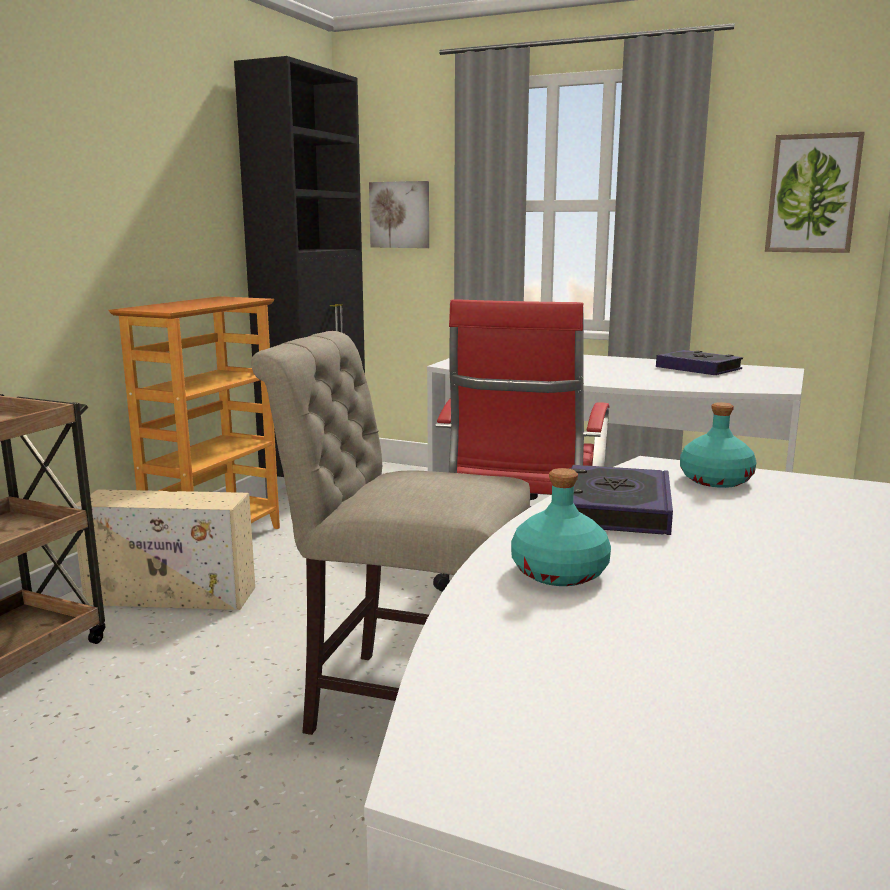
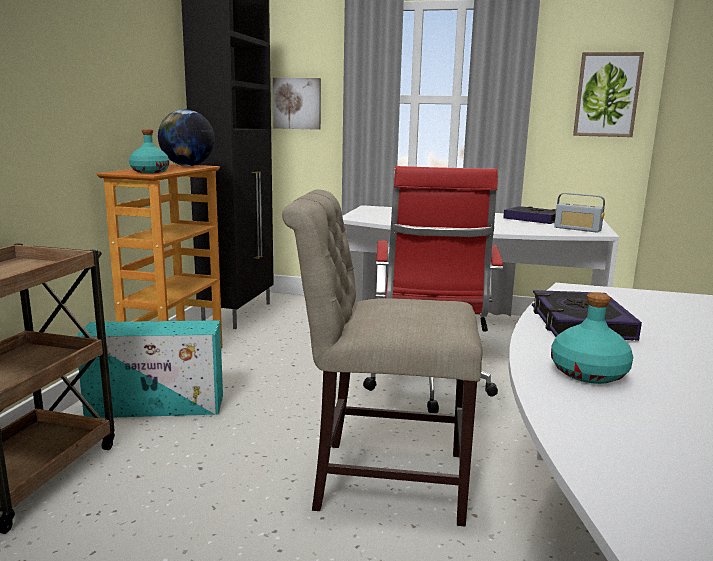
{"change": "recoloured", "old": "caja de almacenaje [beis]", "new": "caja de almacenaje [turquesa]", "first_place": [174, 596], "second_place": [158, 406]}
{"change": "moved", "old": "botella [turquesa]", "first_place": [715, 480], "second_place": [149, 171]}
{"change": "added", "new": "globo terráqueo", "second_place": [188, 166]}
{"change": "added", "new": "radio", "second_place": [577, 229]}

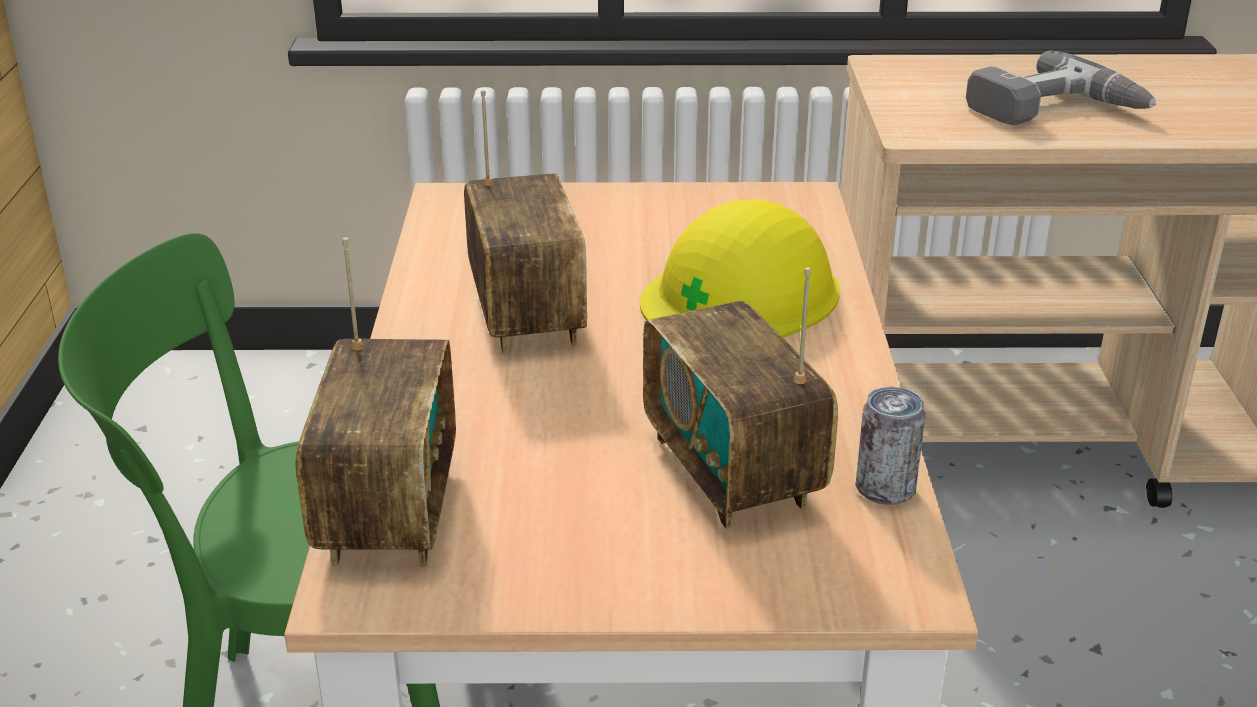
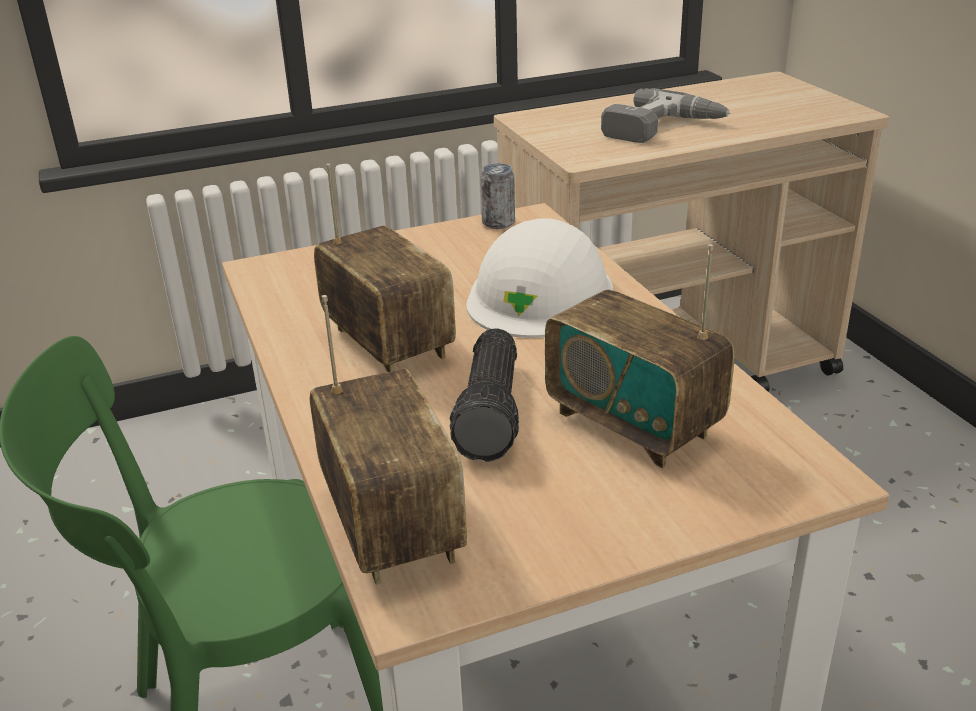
{"change": "recoloured", "old": "casco [amarillo]", "new": "casco [blanco]", "first_place": [741, 295], "second_place": [540, 294]}
{"change": "moved", "old": "lata", "first_place": [885, 489], "second_place": [498, 223]}
{"change": "added", "new": "linterna", "second_place": [493, 412]}

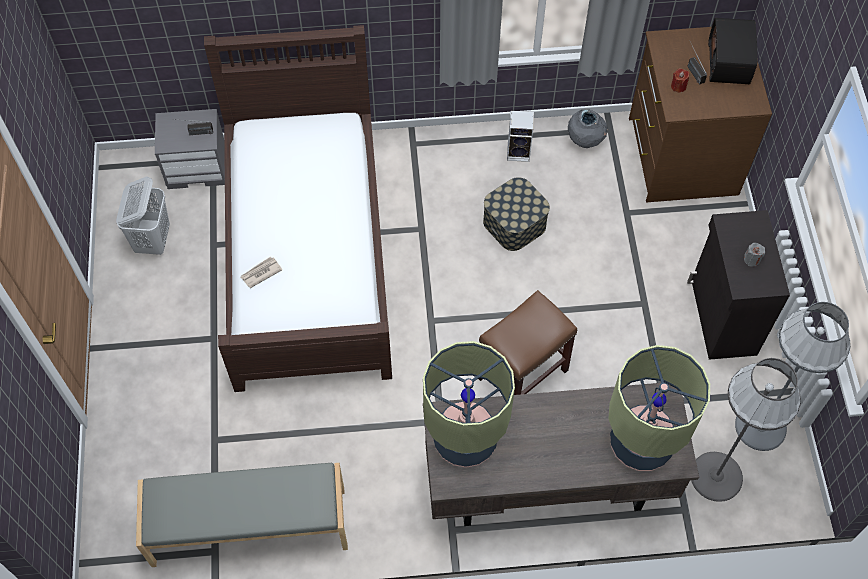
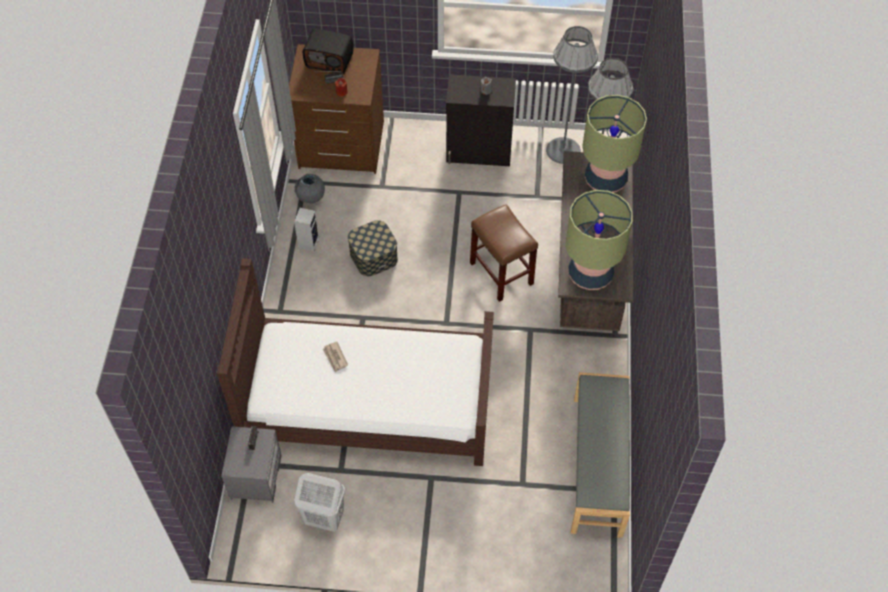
{"change": "moved", "old": "periódico", "first_place": [260, 273], "second_place": [335, 357]}

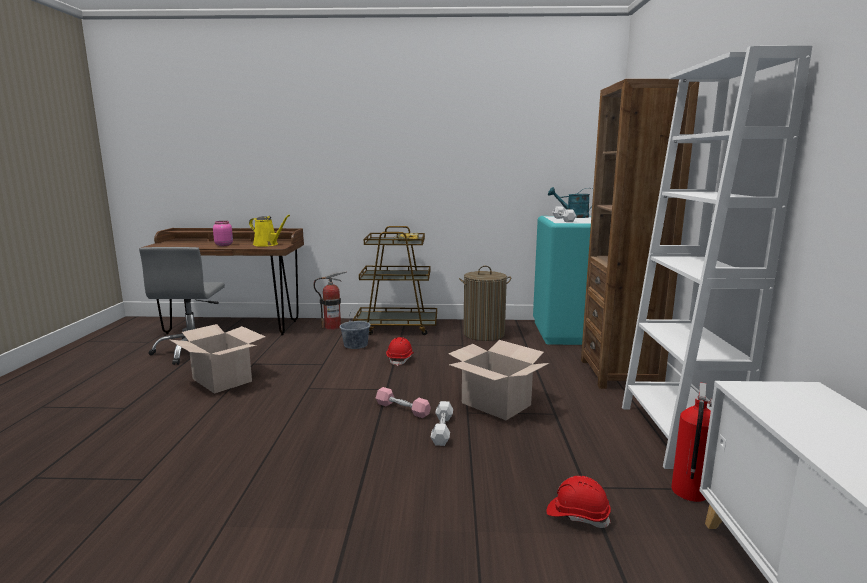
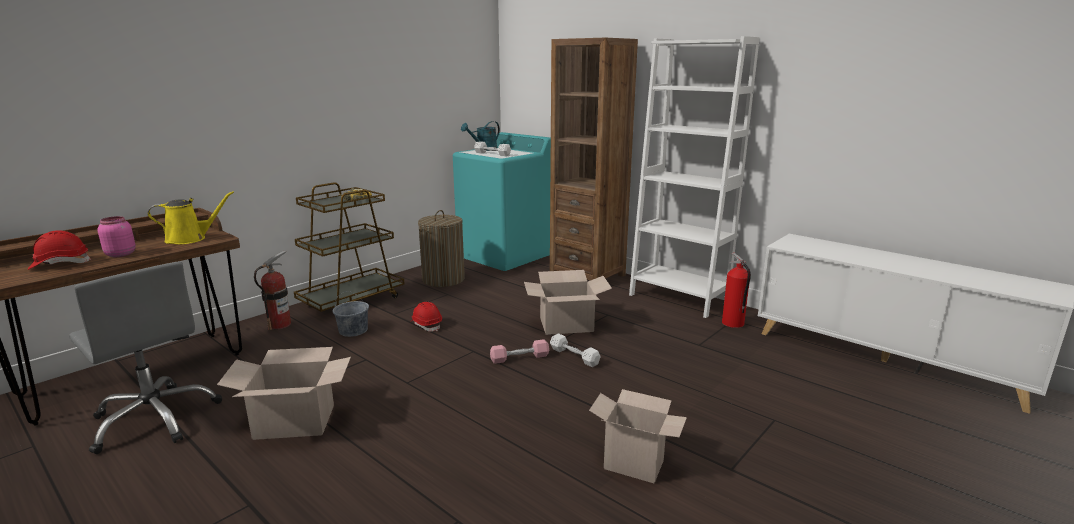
{"change": "moved", "old": "casco [rojo]", "first_place": [577, 515], "second_place": [60, 264]}
{"change": "added", "new": "caja de cartón", "second_place": [636, 464]}

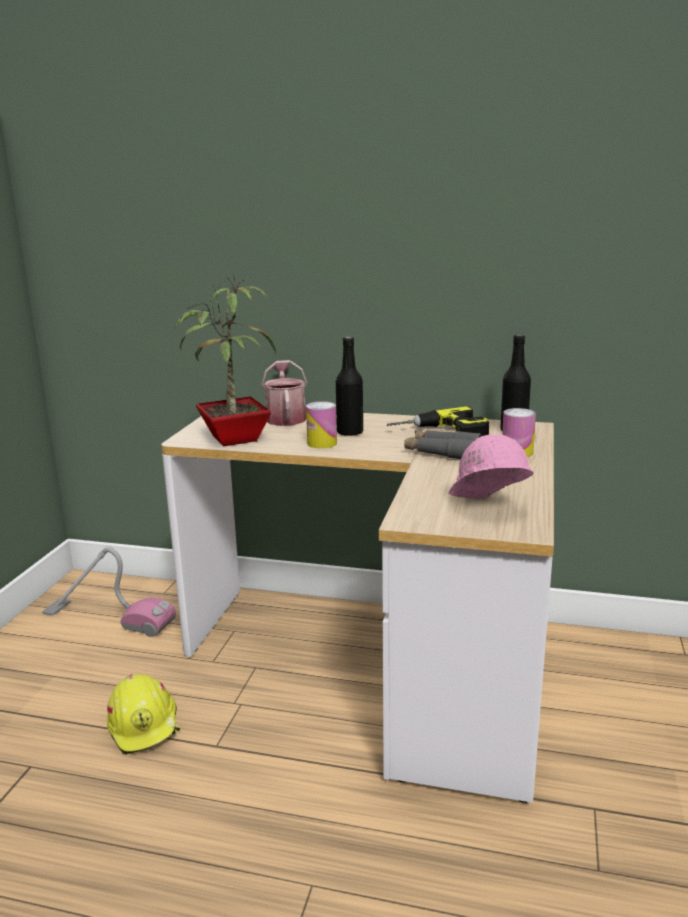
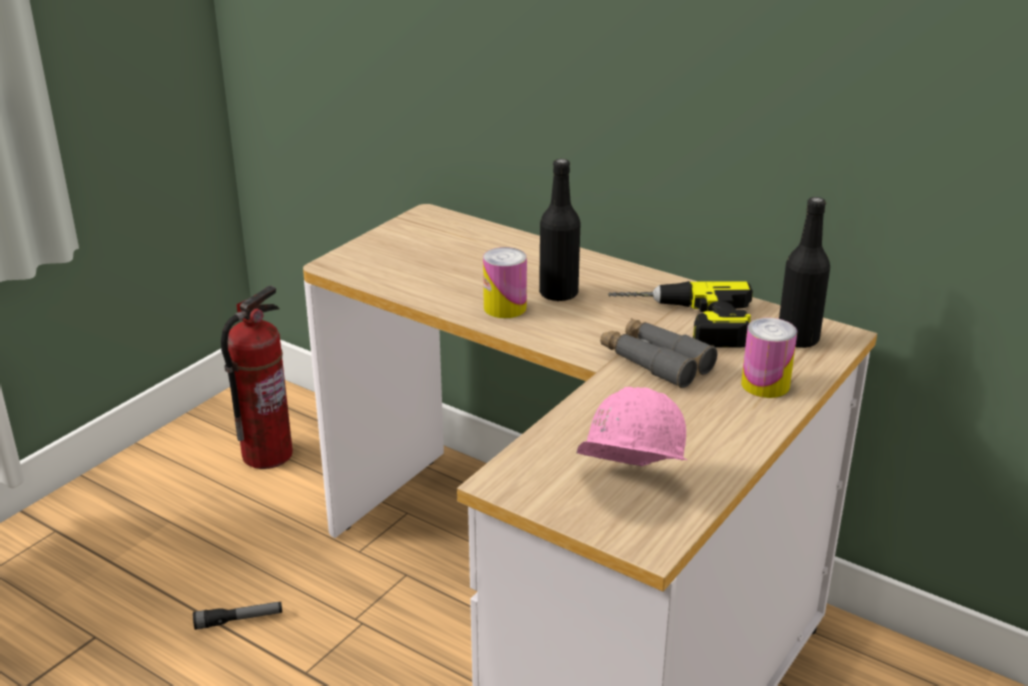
{"change": "replaced", "old": "aspiradora", "new": "extintor", "first_place": [108, 618], "second_place": [267, 454]}
{"change": "replaced", "old": "casco [amarillo]", "new": "linterna", "first_place": [145, 725], "second_place": [239, 620]}
{"change": "removed", "old": "planta en maceta", "first_place": [231, 439]}
{"change": "removed", "old": "regadera", "first_place": [285, 417]}

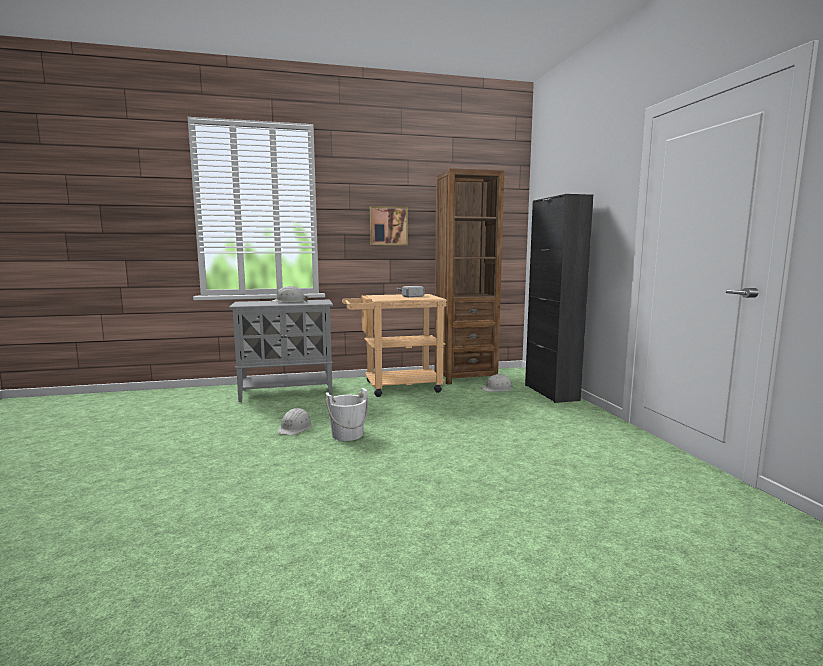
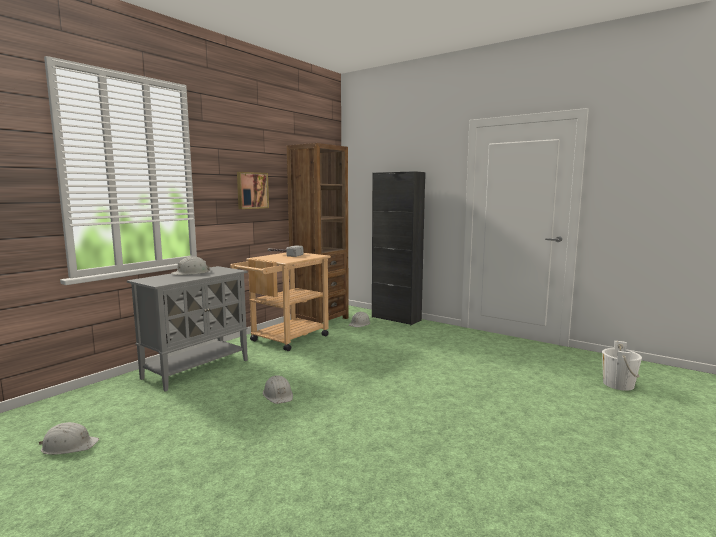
{"change": "moved", "old": "cubo [blanco]", "first_place": [347, 435], "second_place": [618, 384]}
{"change": "added", "new": "casco [blanco]", "second_place": [69, 445]}

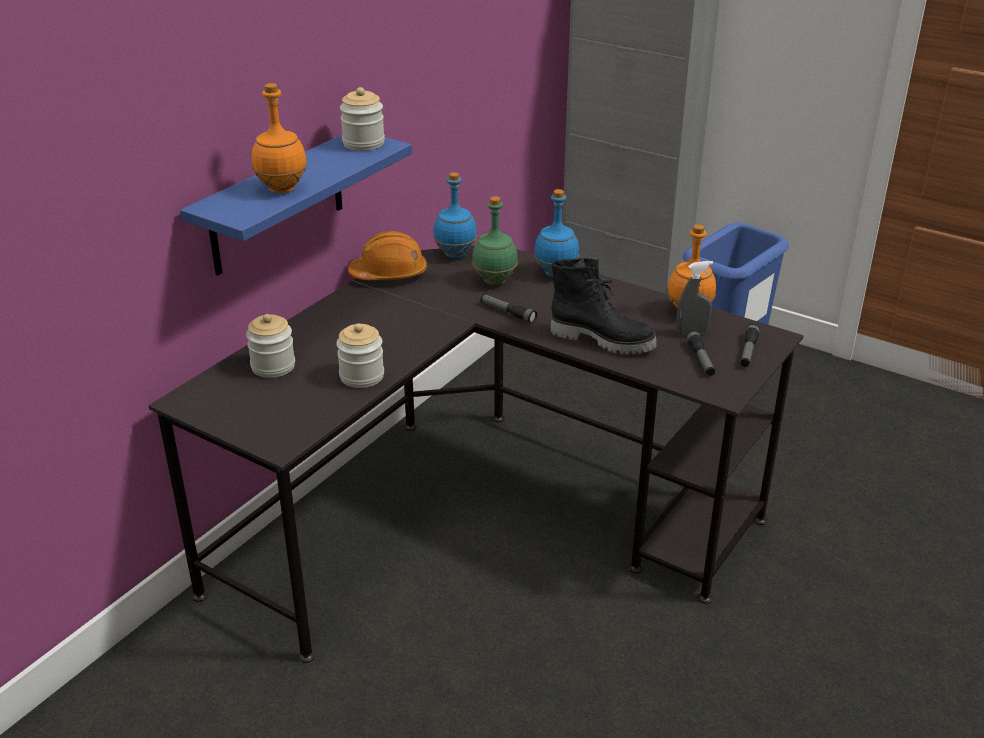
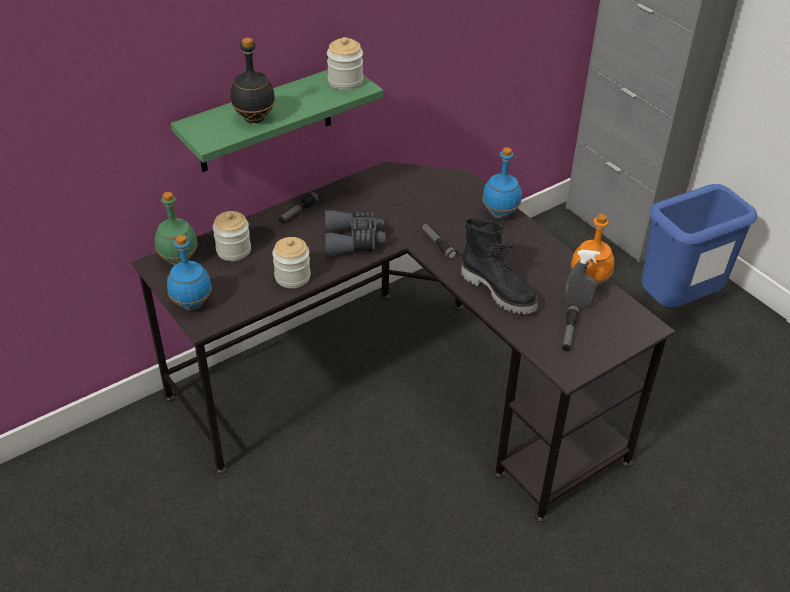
{"change": "recoloured", "old": "estante [azul]", "new": "estante [verde]", "first_place": [277, 203], "second_place": [265, 119]}
{"change": "recoloured", "old": "botella [naranja]", "new": "botella [negro]", "first_place": [283, 189], "second_place": [255, 118]}
{"change": "removed", "old": "casco [naranja]", "first_place": [389, 274]}
{"change": "moved", "old": "botella [azul]", "first_place": [456, 254], "second_place": [192, 304]}
{"change": "moved", "old": "botella [verde]", "first_place": [495, 281], "second_place": [179, 260]}
{"change": "moved", "old": "linterna", "first_place": [748, 351], "second_place": [298, 212]}
{"change": "added", "new": "prismáticos [gris]", "second_place": [354, 240]}

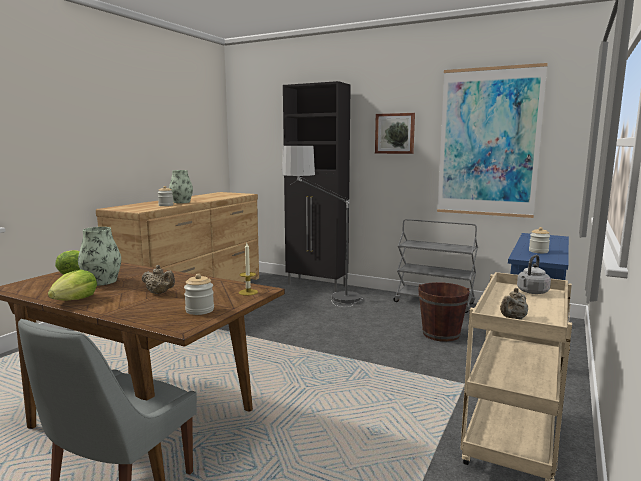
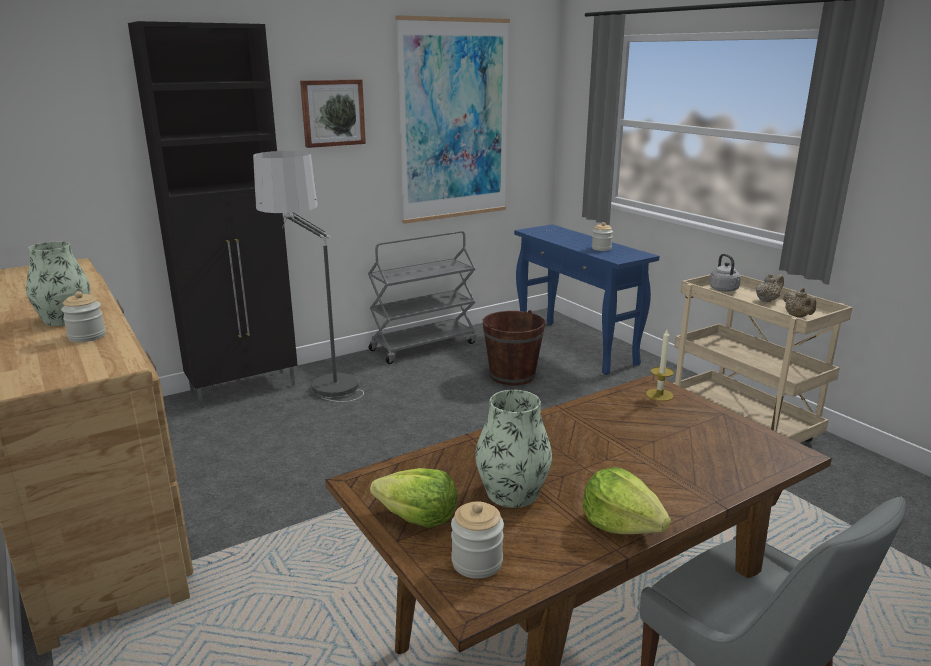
{"change": "moved", "old": "tetera [beis]", "first_place": [159, 293], "second_place": [767, 300]}
{"change": "moved", "old": "tarro", "first_place": [200, 310], "second_place": [477, 562]}

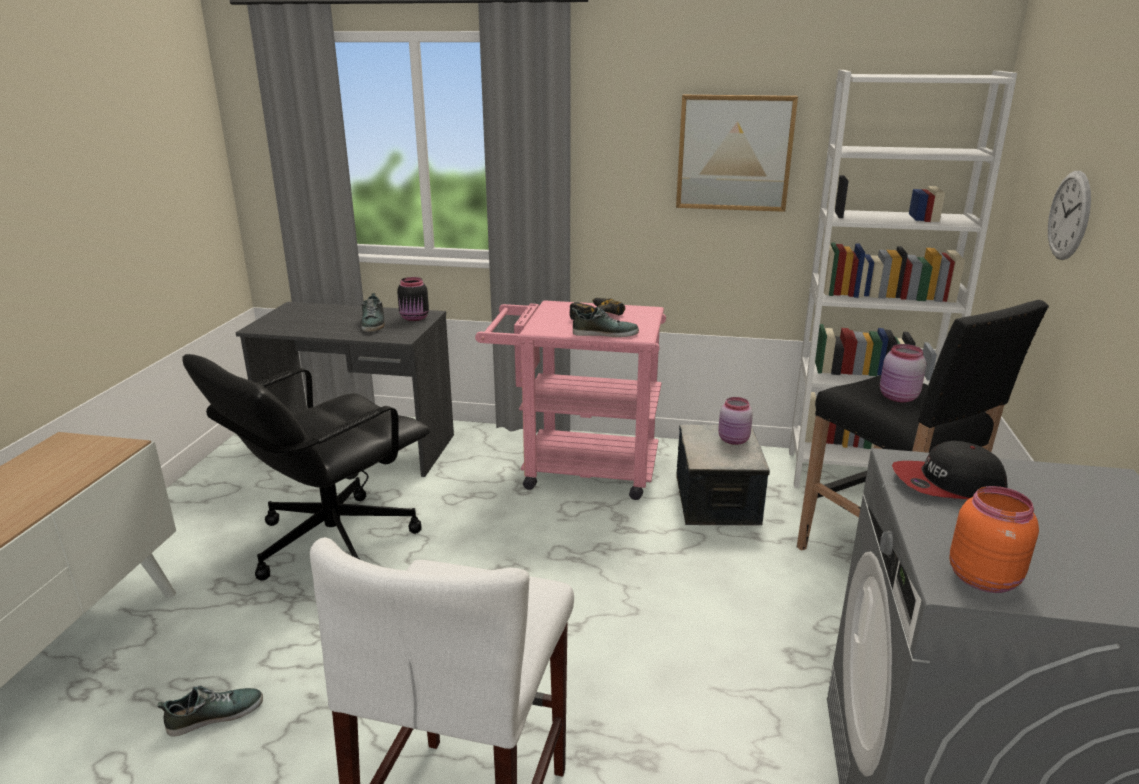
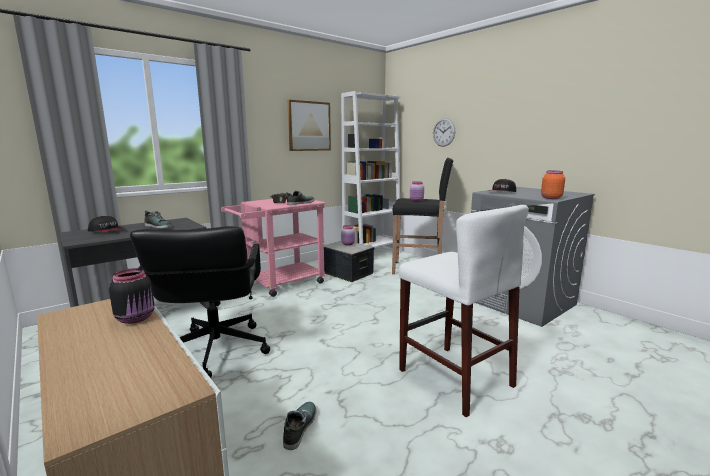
{"change": "moved", "old": "tarro [negro]", "first_place": [415, 318], "second_place": [136, 318]}
{"change": "added", "new": "gorra", "second_place": [107, 231]}

